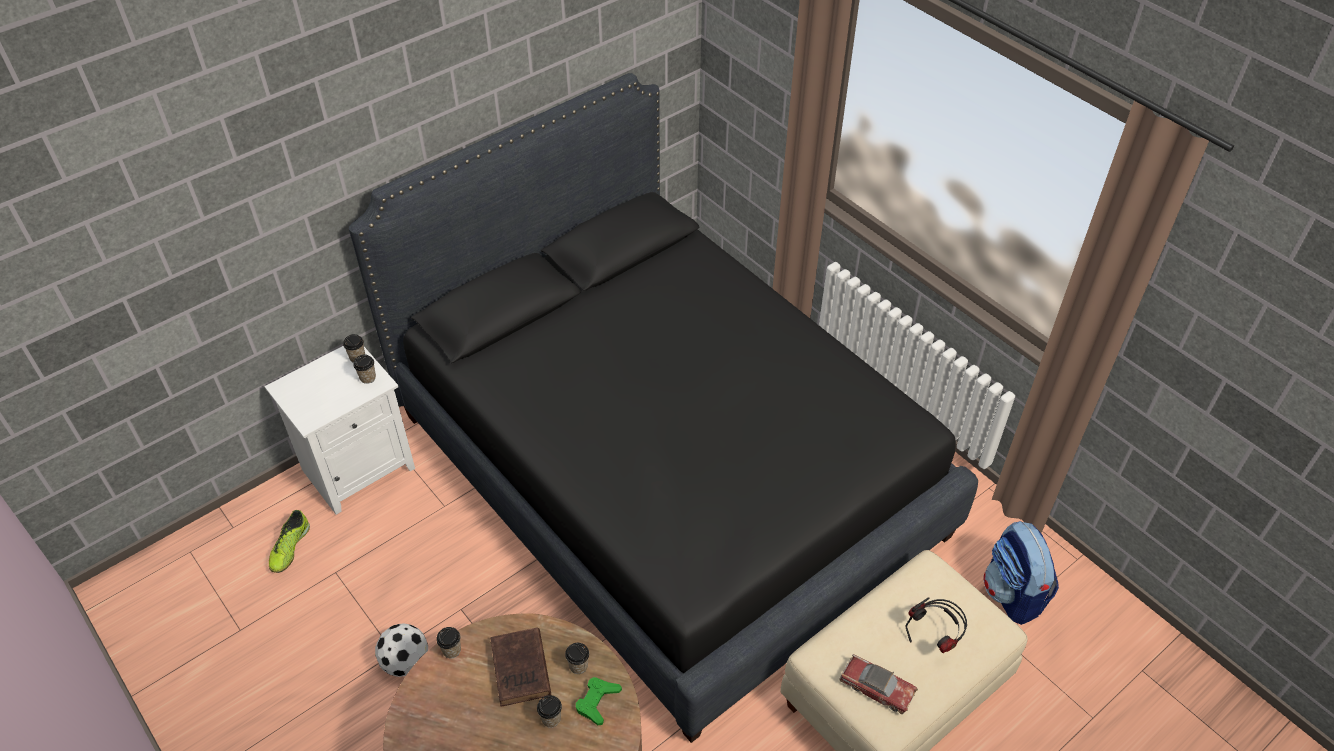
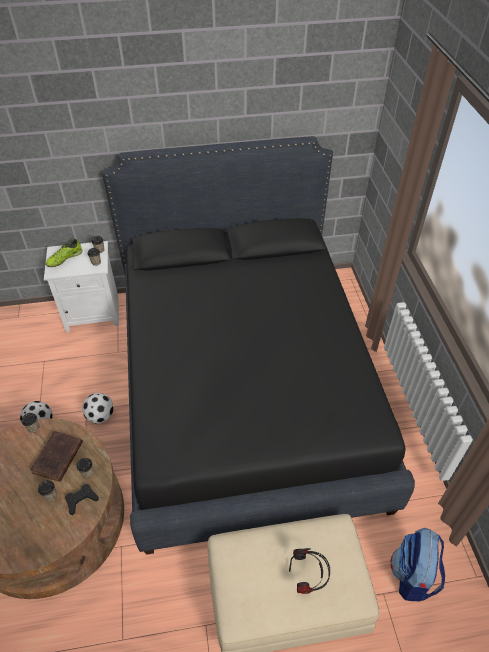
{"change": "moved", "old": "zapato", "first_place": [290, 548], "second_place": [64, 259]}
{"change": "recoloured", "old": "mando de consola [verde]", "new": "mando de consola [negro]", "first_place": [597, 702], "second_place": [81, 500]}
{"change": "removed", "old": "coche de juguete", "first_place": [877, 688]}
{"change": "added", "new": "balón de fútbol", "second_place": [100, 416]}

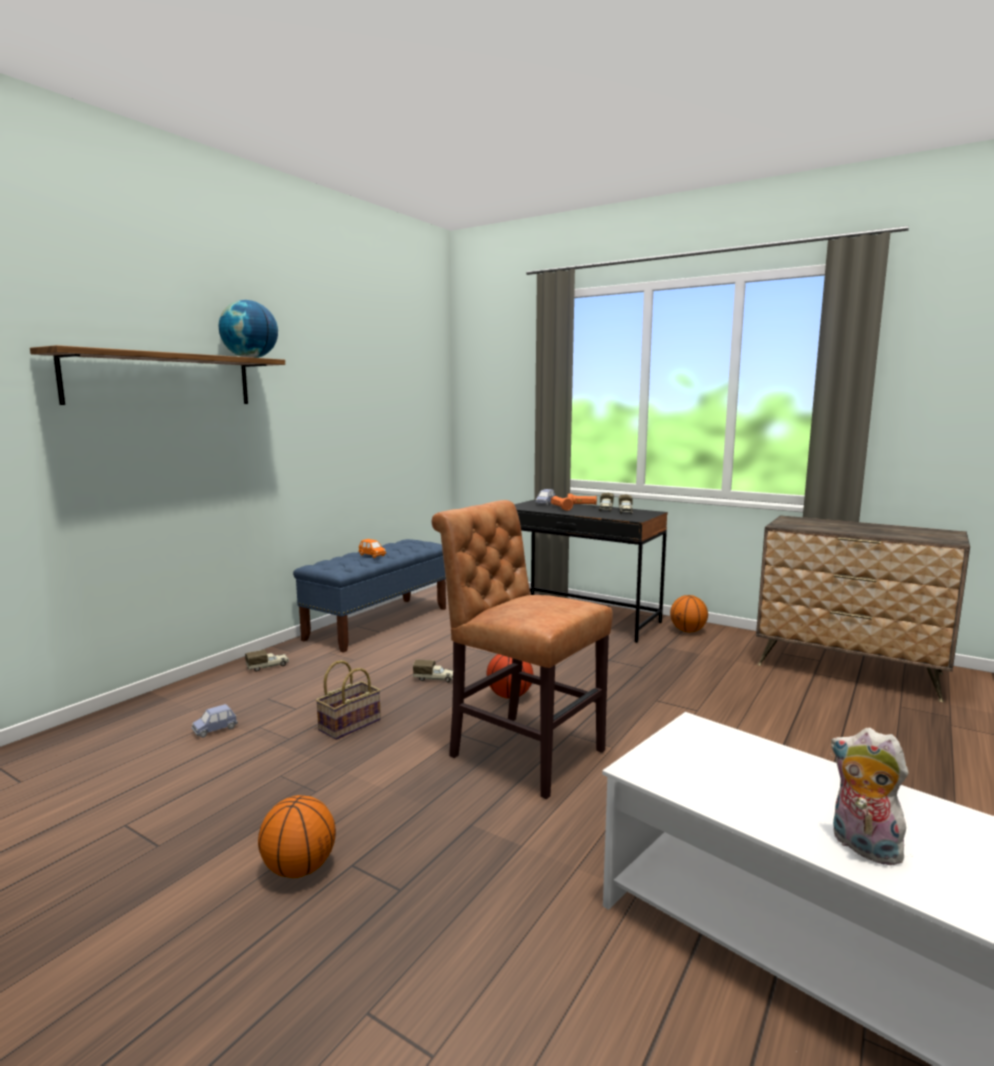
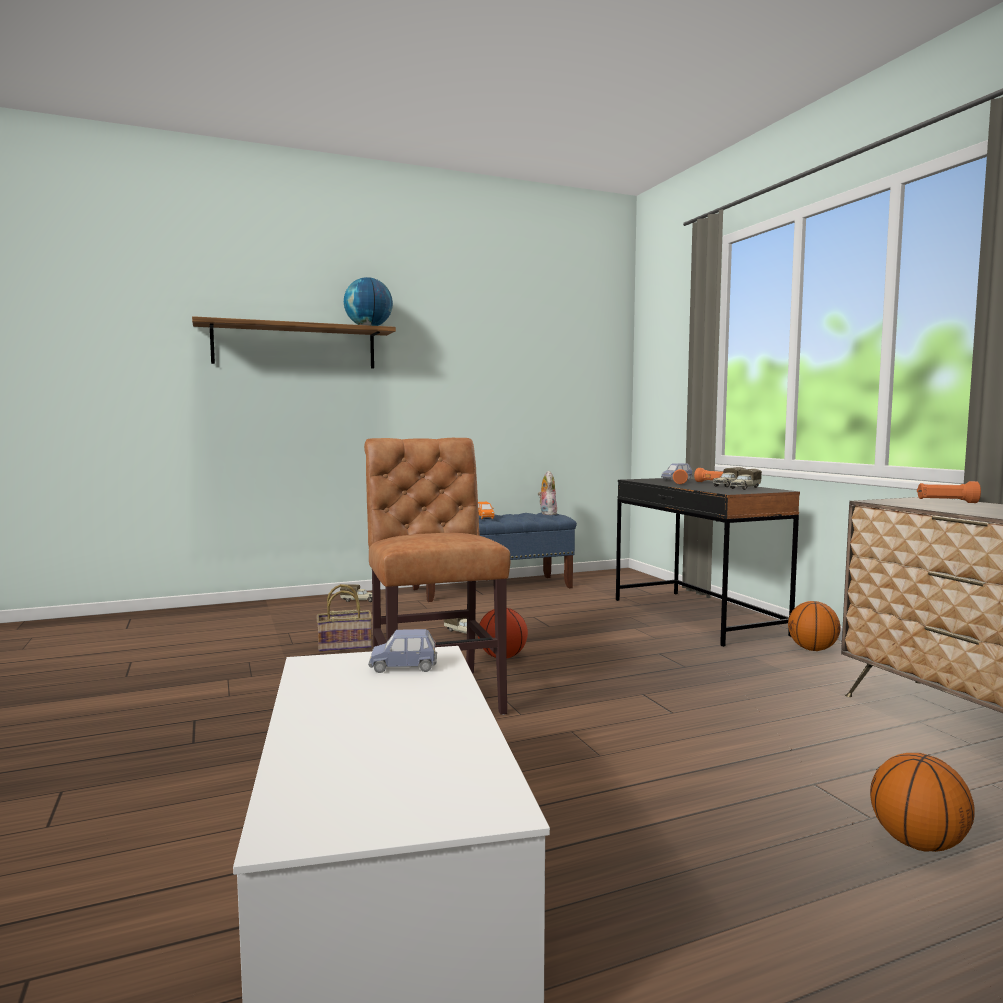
{"change": "moved", "old": "coche de juguete [azul]", "first_place": [215, 730], "second_place": [403, 667]}
{"change": "moved", "old": "balón de baloncesto", "first_place": [299, 868], "second_place": [917, 843]}
{"change": "moved", "old": "peluche", "first_place": [861, 847], "second_place": [547, 514]}
{"change": "added", "new": "linterna [naranja]", "second_place": [946, 502]}

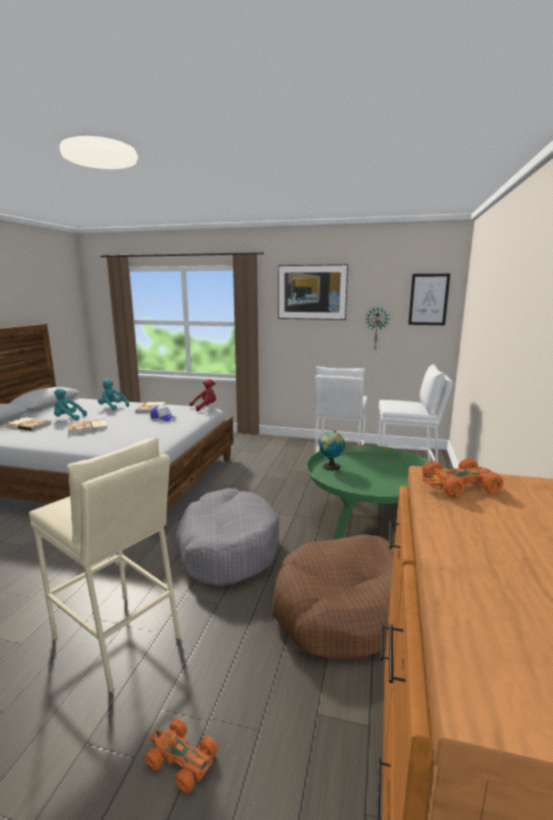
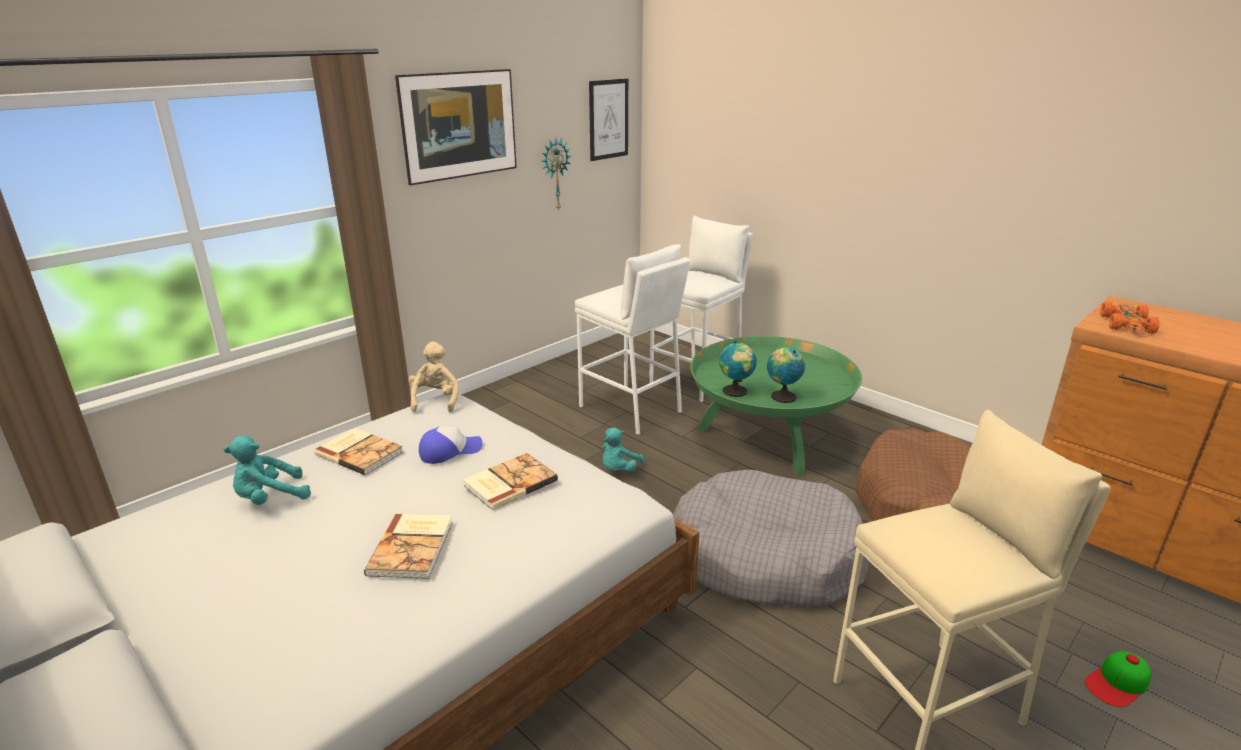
{"change": "moved", "old": "libro", "first_place": [29, 425], "second_place": [509, 483]}
{"change": "moved", "old": "peluche [turquesa]", "first_place": [68, 418], "second_place": [619, 470]}
{"change": "replaced", "old": "coche de juguete [naranja]", "new": "gorra", "first_place": [180, 759], "second_place": [1117, 683]}
{"change": "recoloured", "old": "peluche [rojo]", "new": "peluche [beis]", "first_place": [205, 407], "second_place": [436, 400]}
{"change": "added", "new": "globo terráqueo", "second_place": [781, 396]}

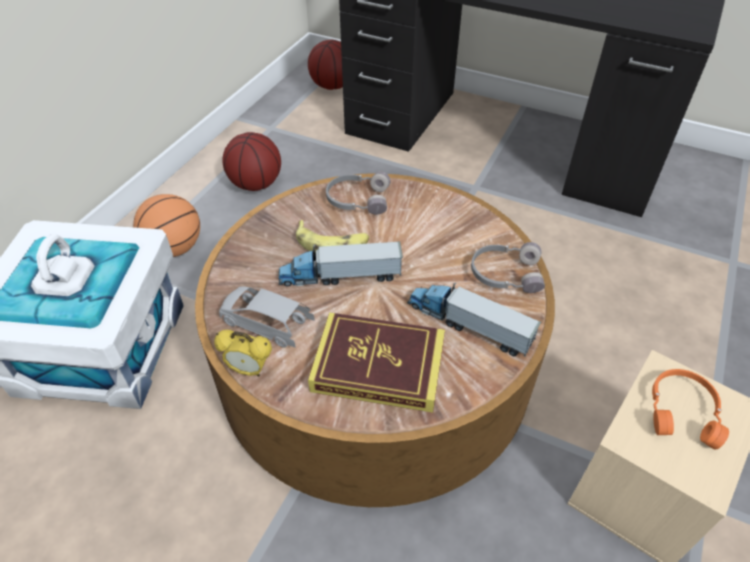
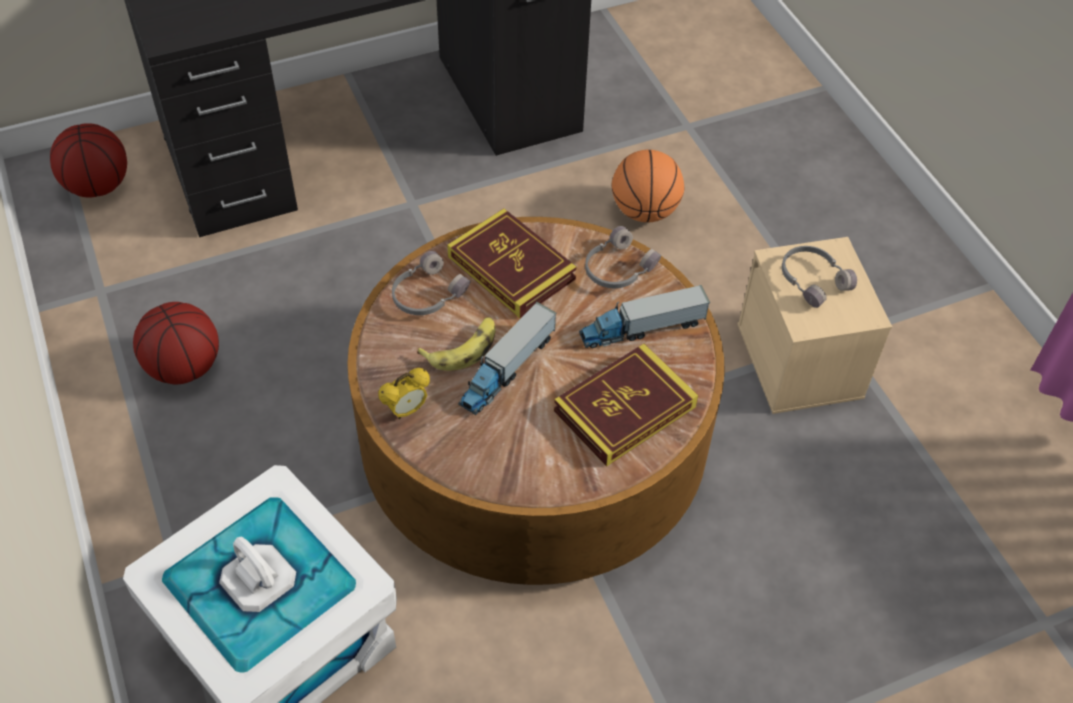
{"change": "moved", "old": "balón de baloncesto", "first_place": [174, 248], "second_place": [644, 211]}
{"change": "moved", "old": "despertador", "first_place": [249, 370], "second_place": [406, 410]}
{"change": "removed", "old": "coche de juguete [gris]", "first_place": [266, 324]}
{"change": "recoloured", "old": "auriculares [naranja]", "new": "auriculares [gris]", "first_place": [682, 412], "second_place": [813, 280]}
{"change": "added", "new": "libro", "second_place": [511, 268]}

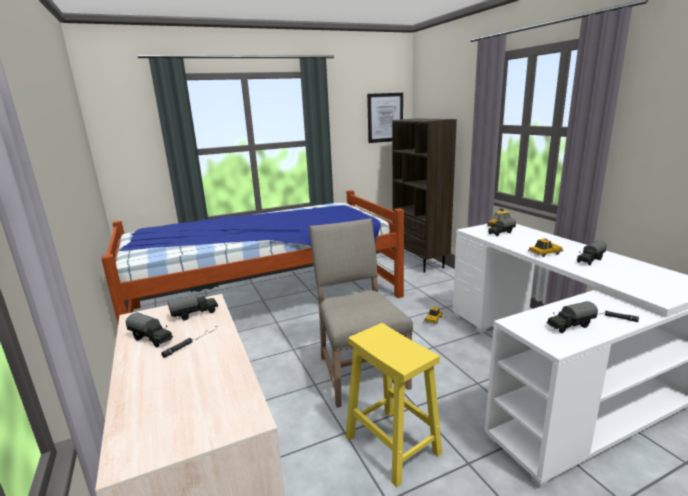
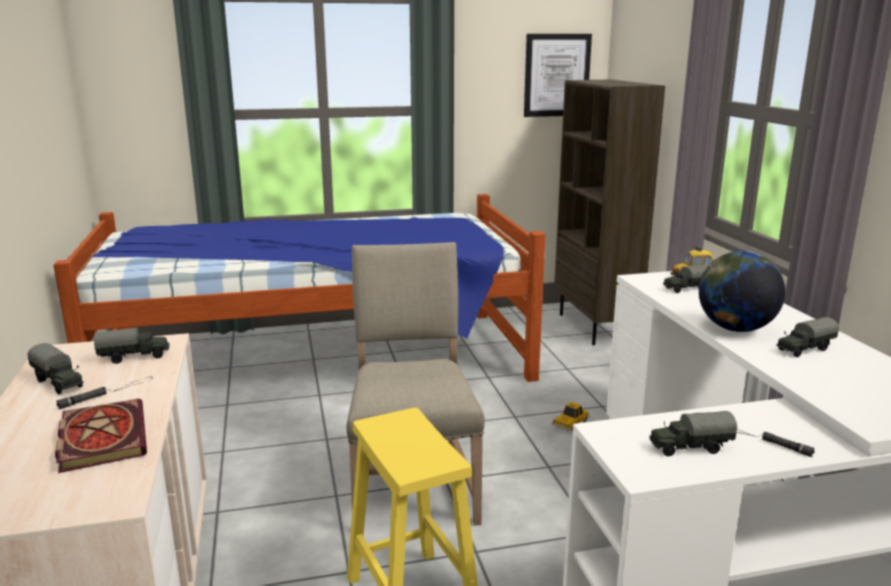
{"change": "replaced", "old": "coche de juguete", "new": "globo terráqueo", "first_place": [545, 253], "second_place": [735, 329]}
{"change": "added", "new": "libro", "second_place": [101, 437]}

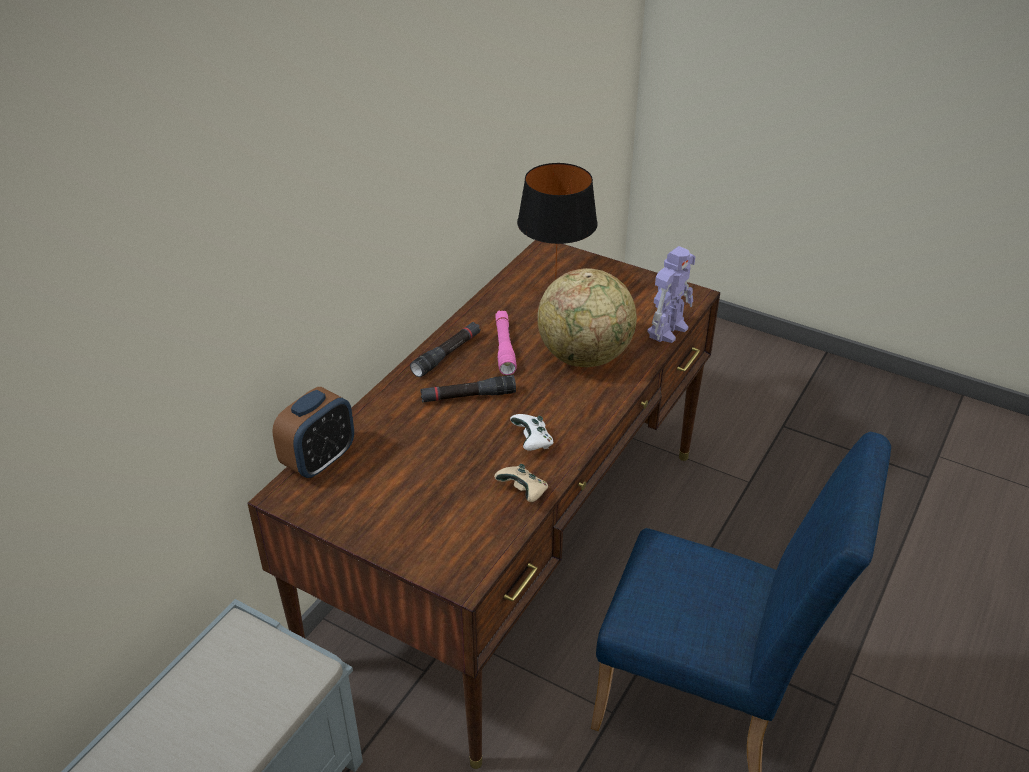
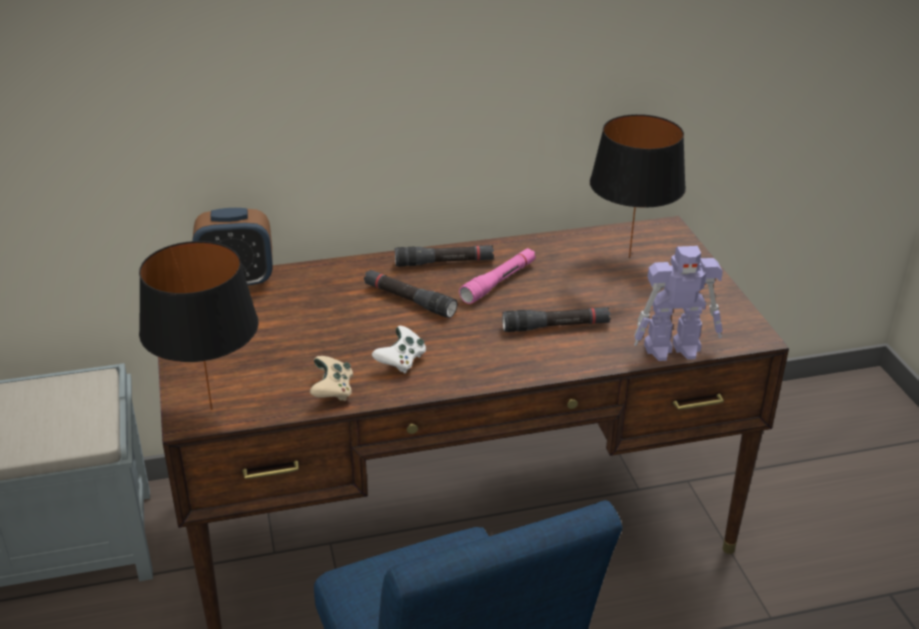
{"change": "replaced", "old": "globo terráqueo", "new": "linterna [negro]", "first_place": [585, 357], "second_place": [556, 326]}
{"change": "added", "new": "lámpara de mesa [negro]", "second_place": [212, 408]}

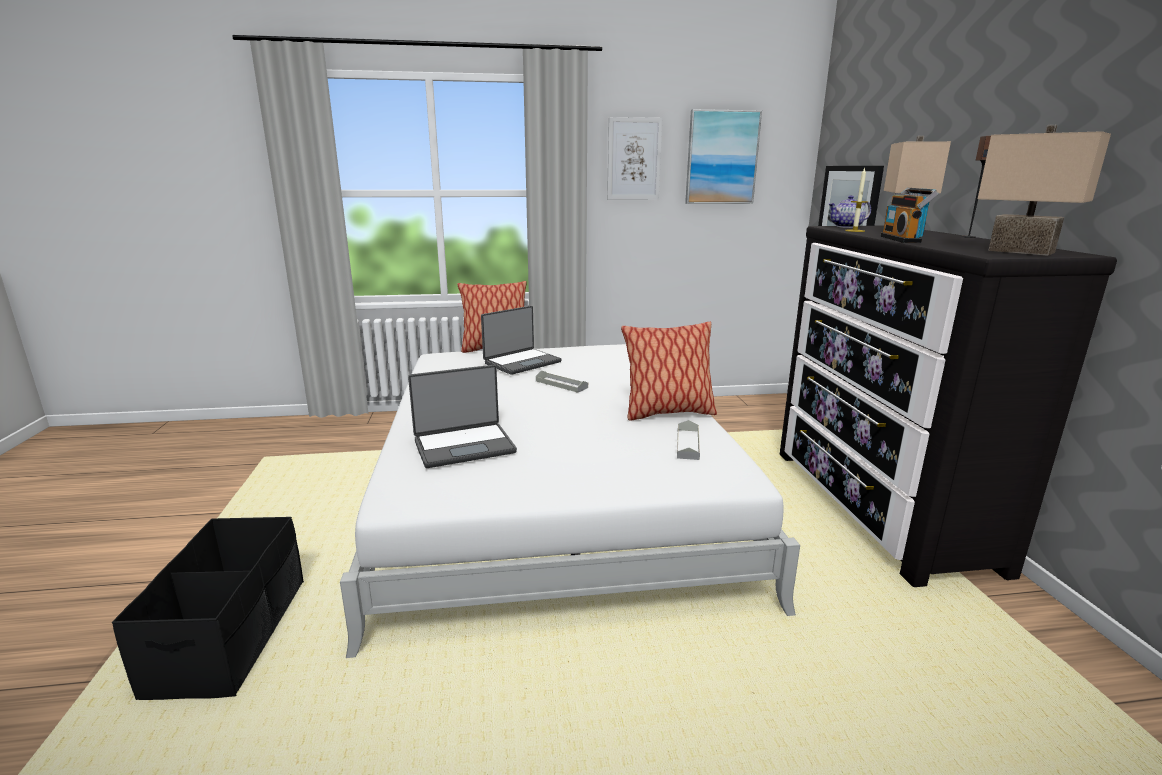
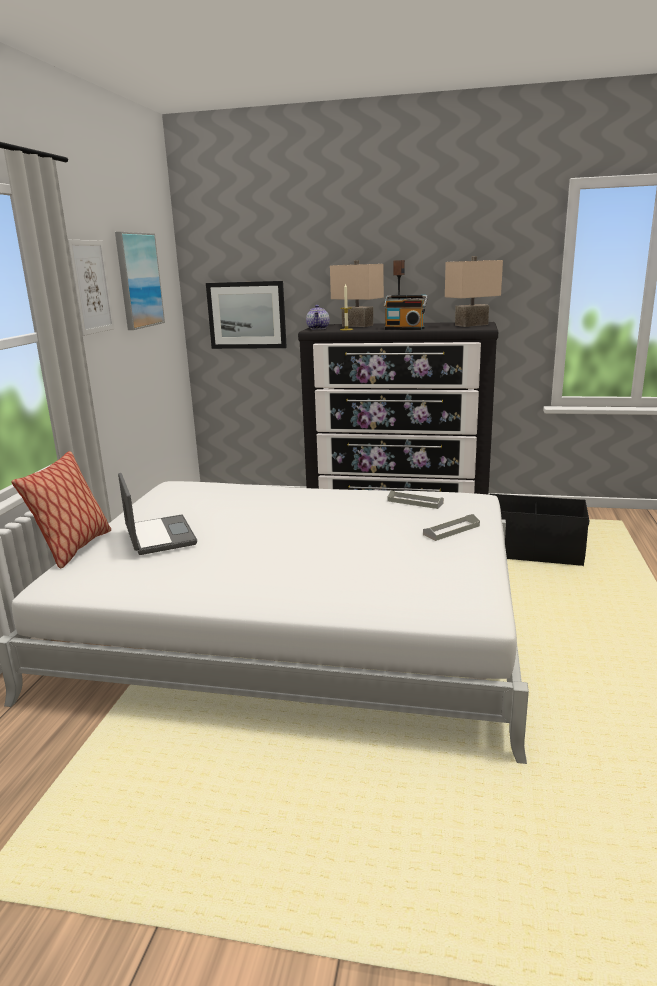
{"change": "moved", "old": "caja de almacenaje [negro]", "first_place": [231, 635], "second_place": [532, 551]}
{"change": "removed", "old": "portátil", "first_place": [464, 446]}
{"change": "moved", "old": "bandeja [gris]", "first_place": [561, 384], "second_place": [451, 530]}
{"change": "removed", "old": "cojín", "first_place": [667, 413]}

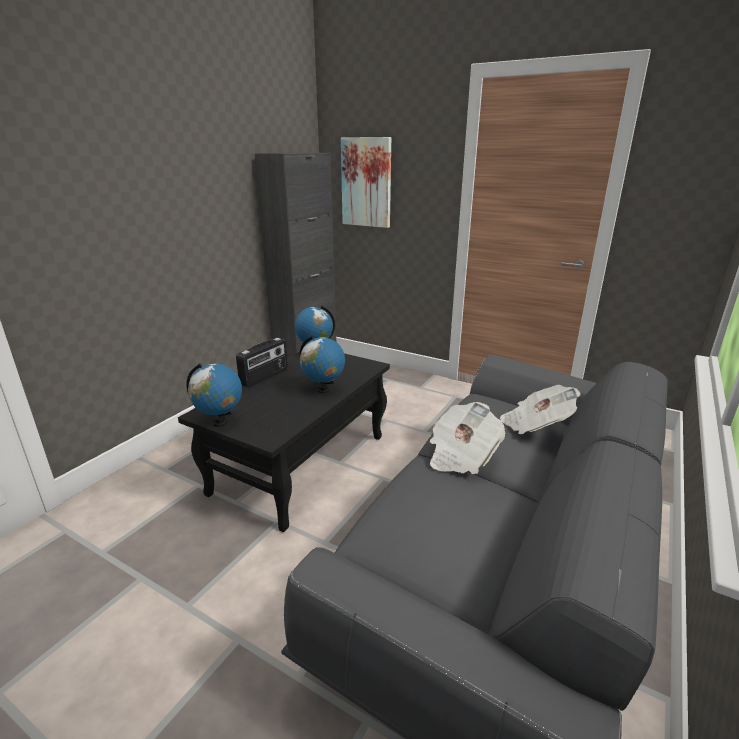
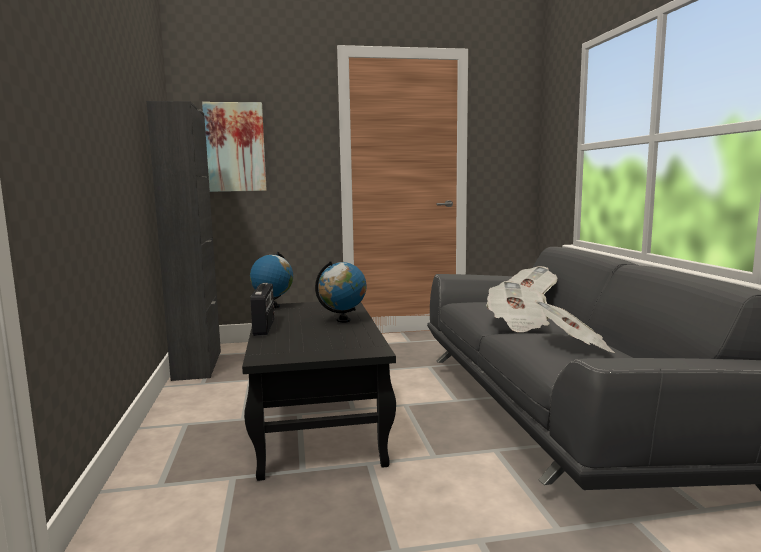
{"change": "removed", "old": "globo terráqueo", "first_place": [220, 422]}
{"change": "added", "new": "periódico", "second_place": [574, 346]}

